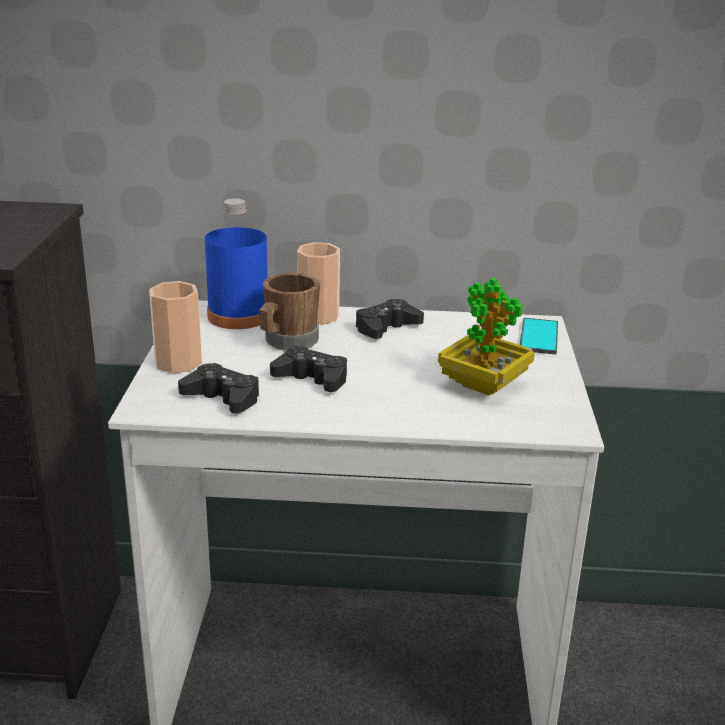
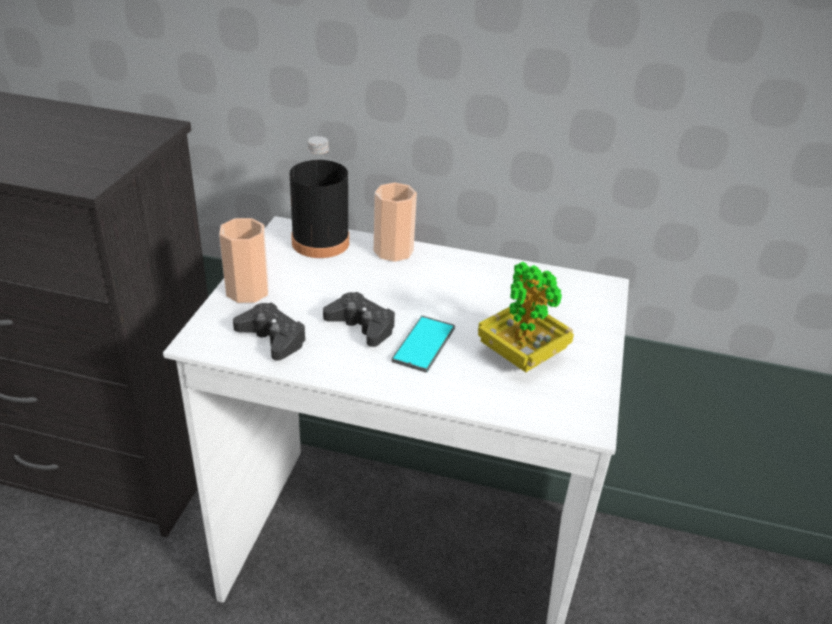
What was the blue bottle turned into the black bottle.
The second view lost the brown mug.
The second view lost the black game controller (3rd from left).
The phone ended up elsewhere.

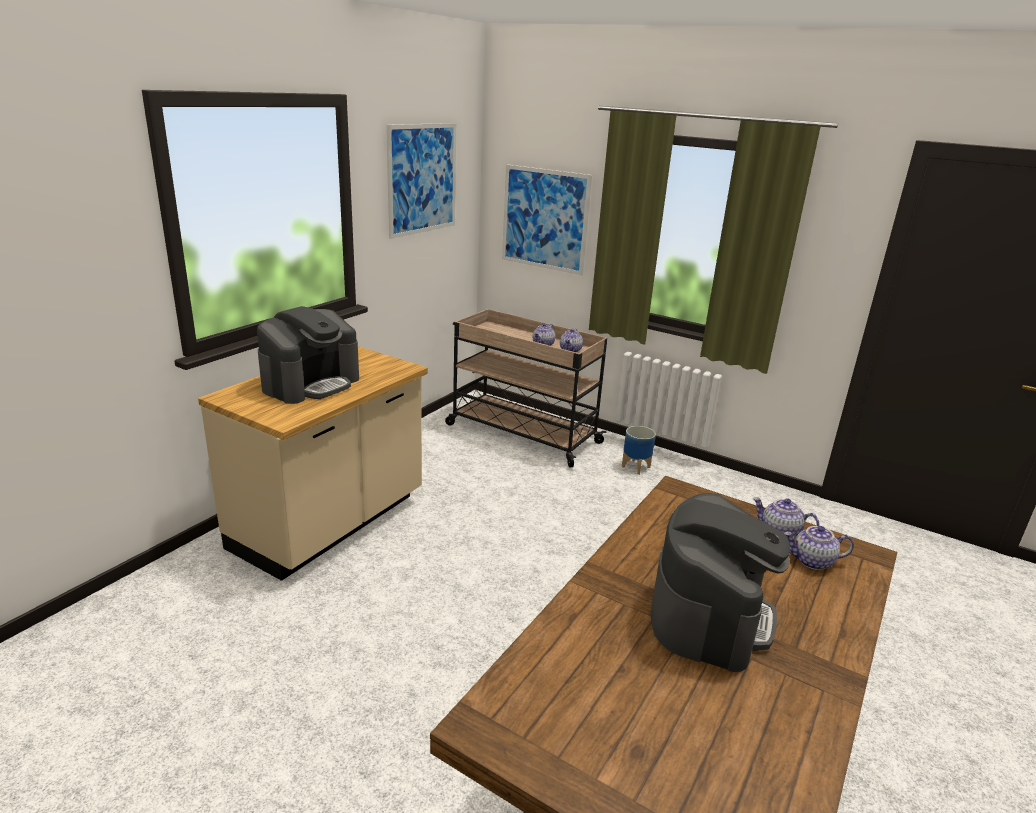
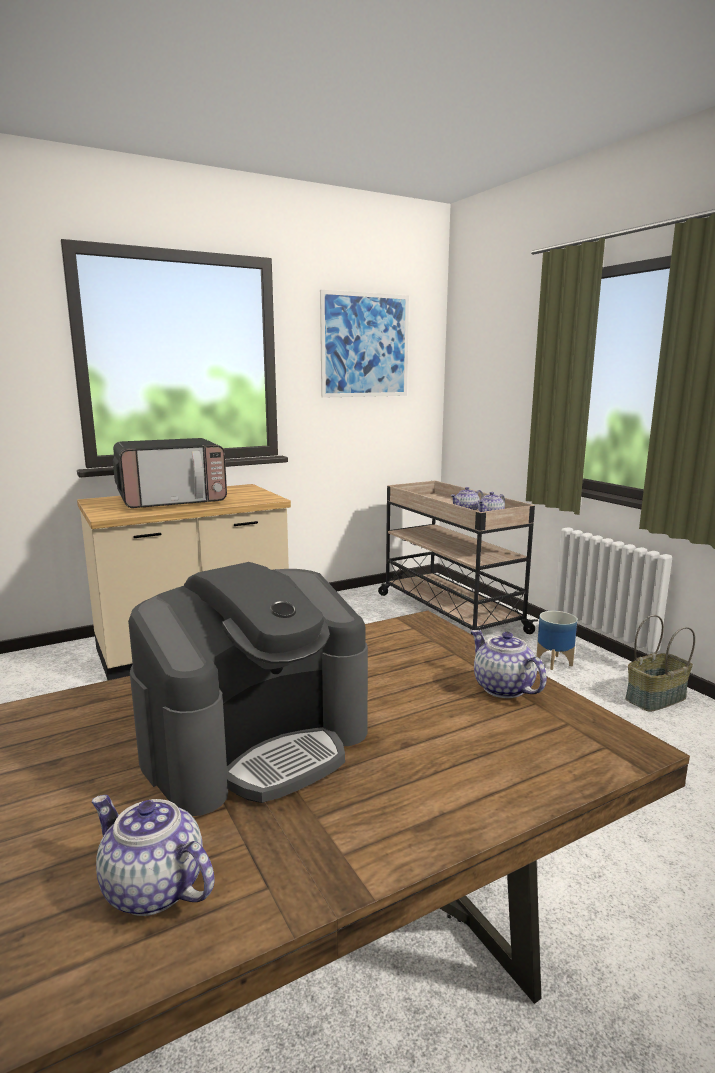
Where the coffee machine (1st from left) stood, the microwave came to stand.
The second view lost the picture (2nd from left).
The teapot (4th from left in the first image) ended up elsewhere.
The second view gained the basket.

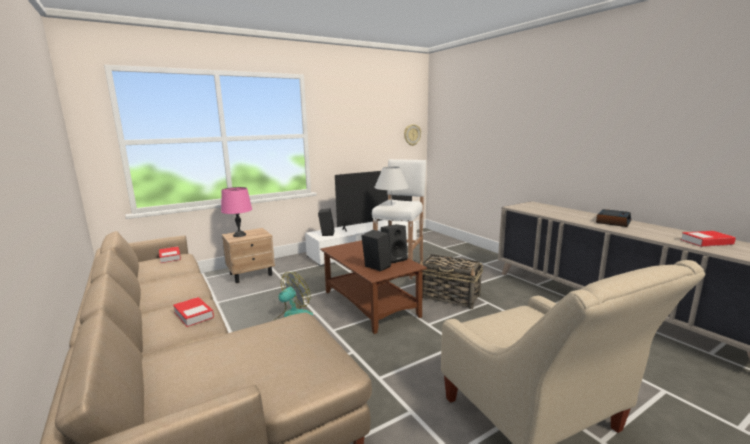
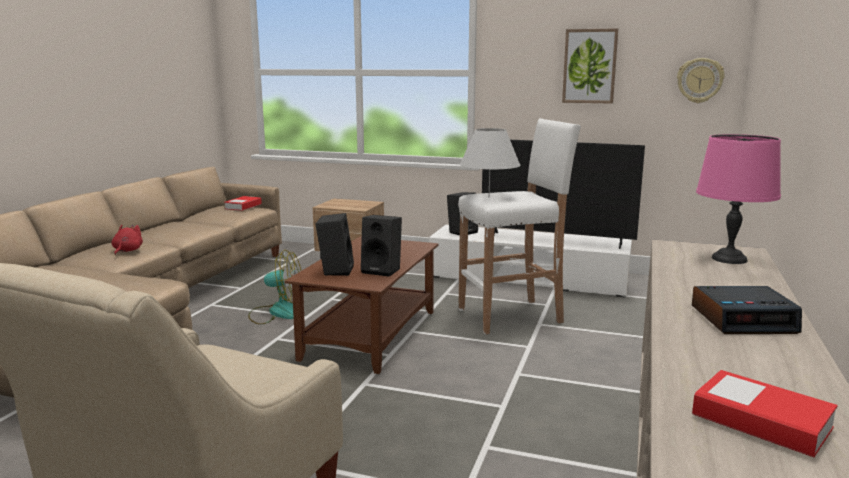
Where the book (2nd from left) stood, the red plush toy came to stand.
The pink table lamp ended up elsewhere.
The second view lost the basket.
The second view gained the picture.

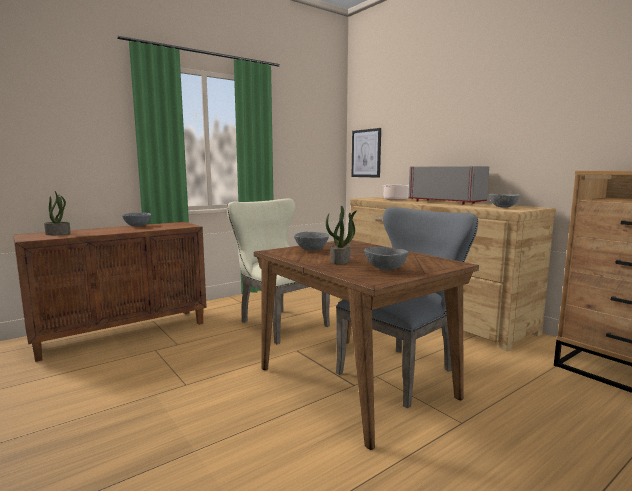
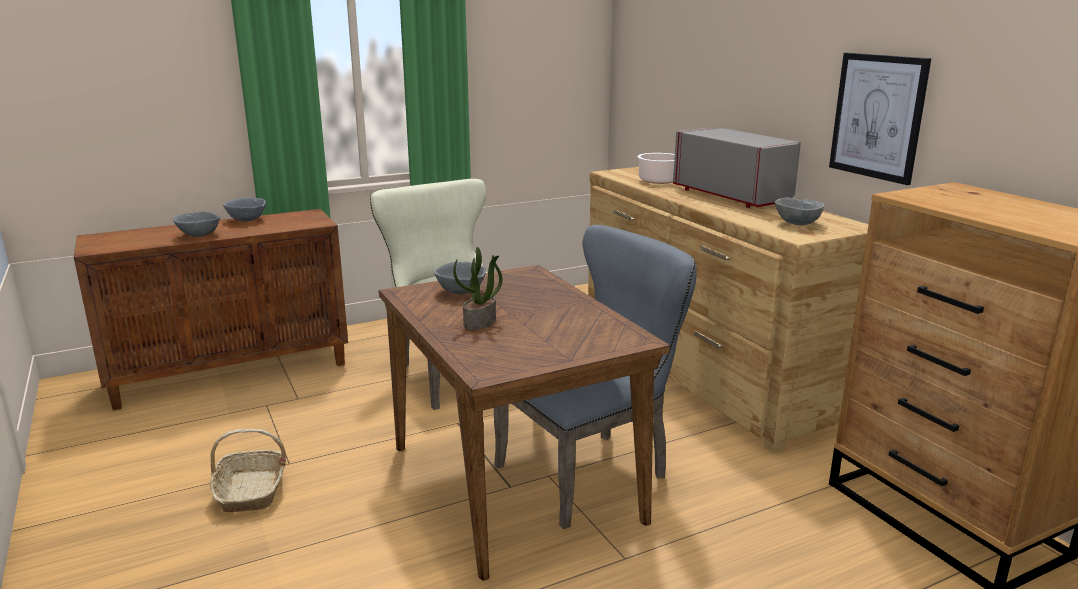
The second view lost the potted plant (1st from left).
The picture ended up elsewhere.
The grey bowl (3rd from left in the first image) ended up elsewhere.
The second view gained the basket.

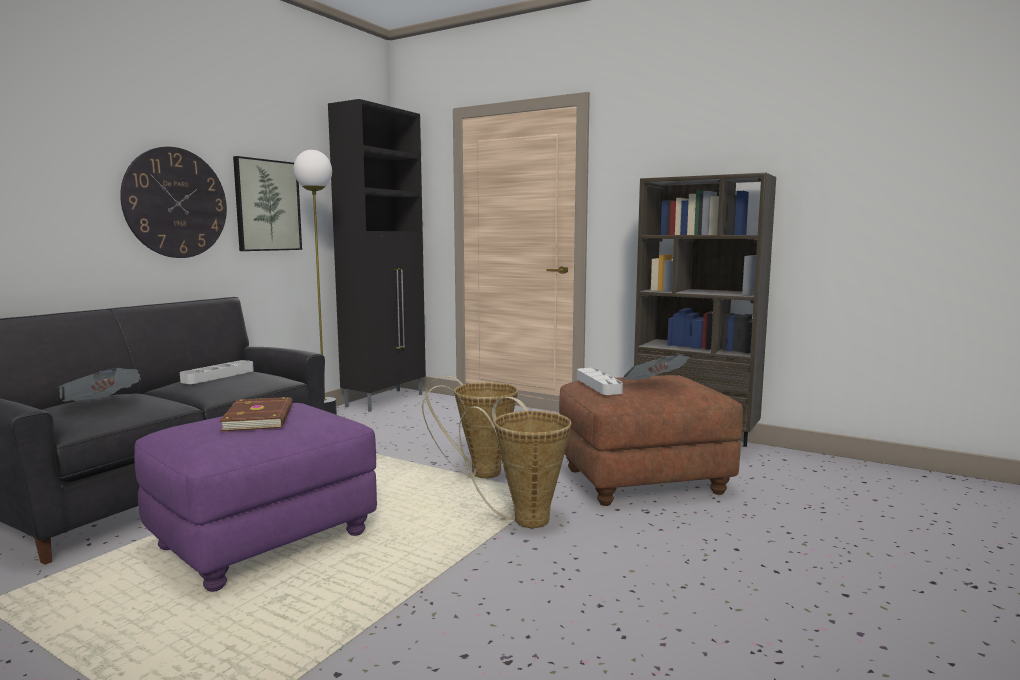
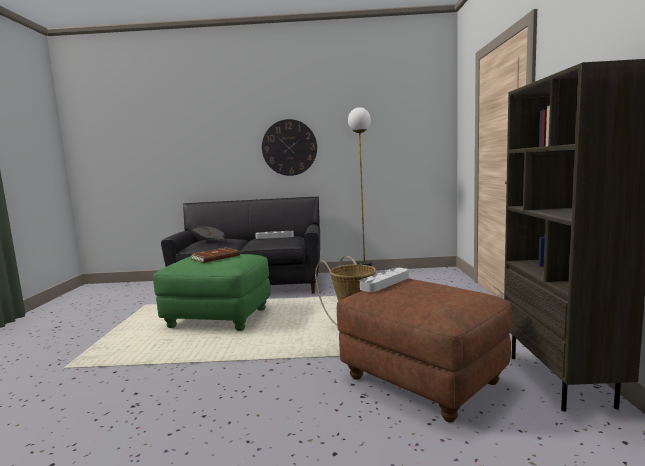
What was the purple ottoman turned into the green ottoman.
The second view lost the picture.
The second view lost the black cabinet.
The second view lost the basket (2nd from left).
The second view lost the newspaper (2nd from left).

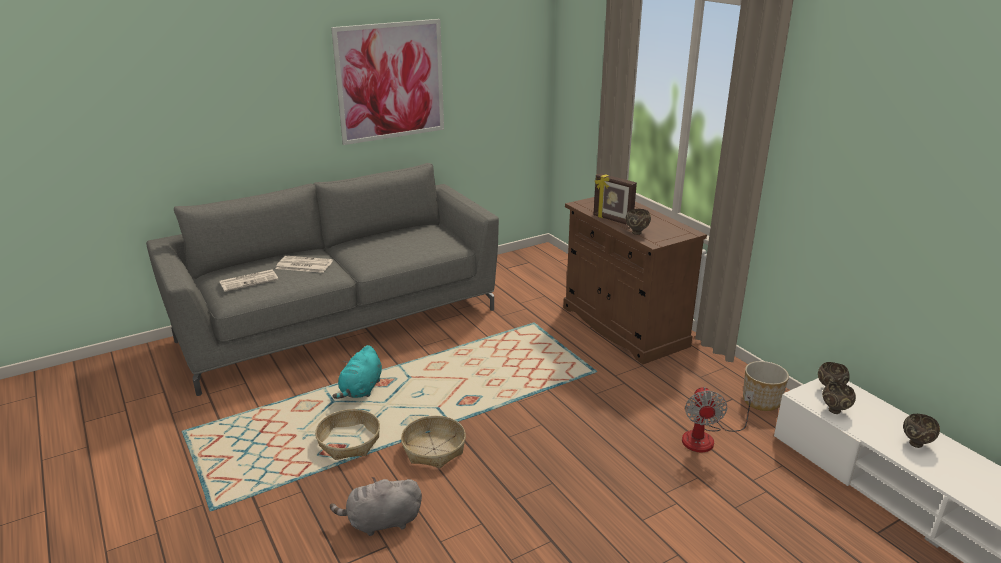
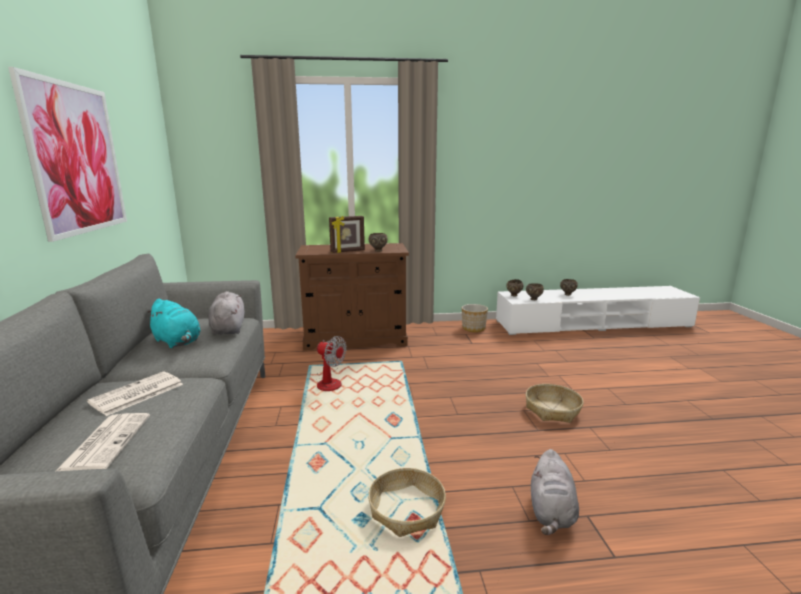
The turquoise plush toy ended up elsewhere.
The basket (2nd from left) ended up elsewhere.
The fan ended up elsewhere.
The second view gained the grey plush toy (1st from left).

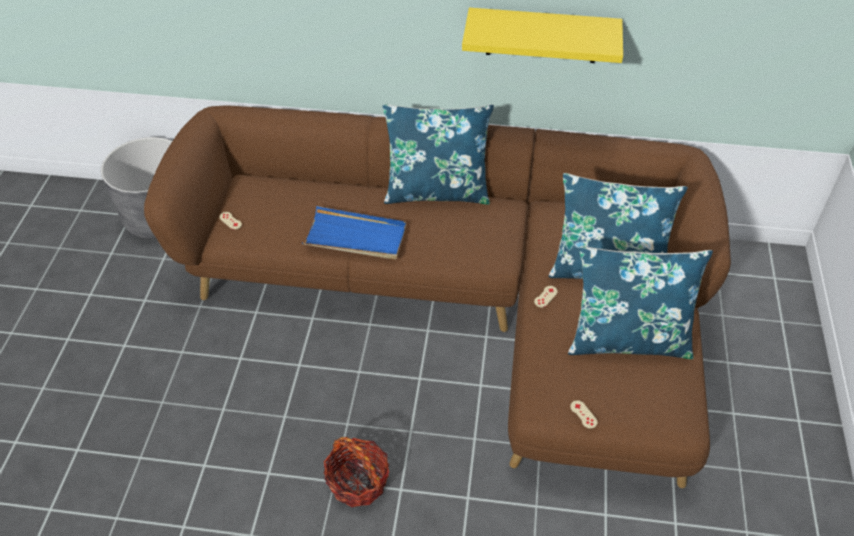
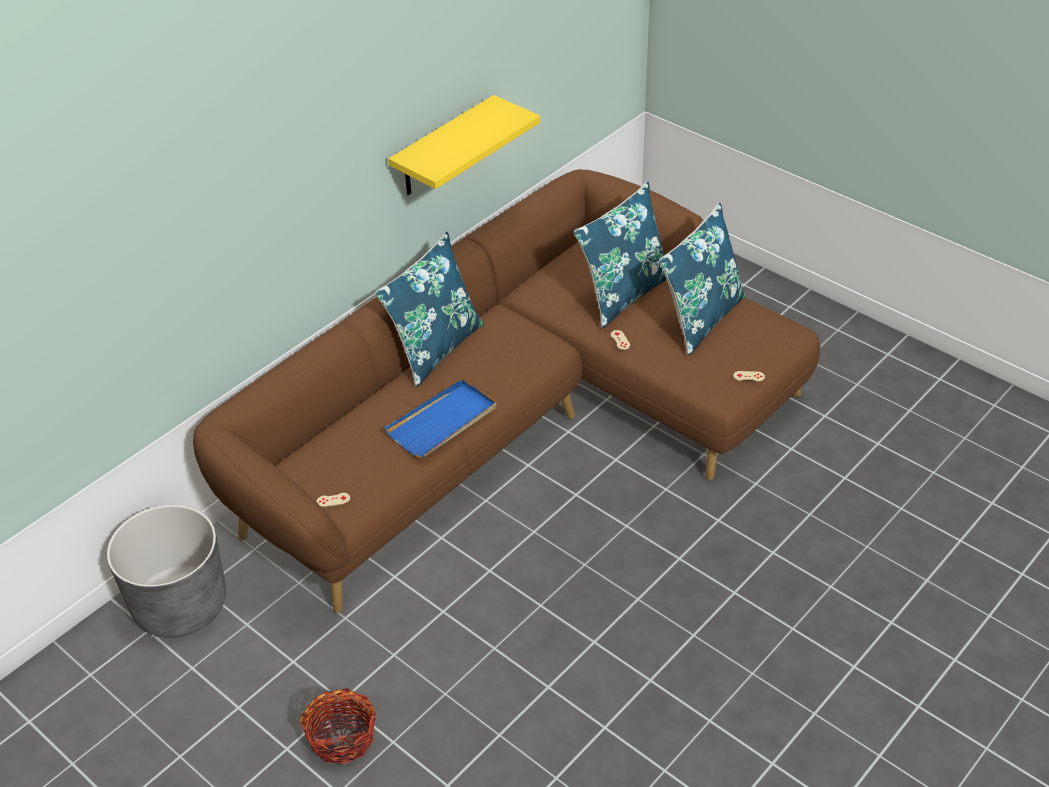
The basket ended up elsewhere.

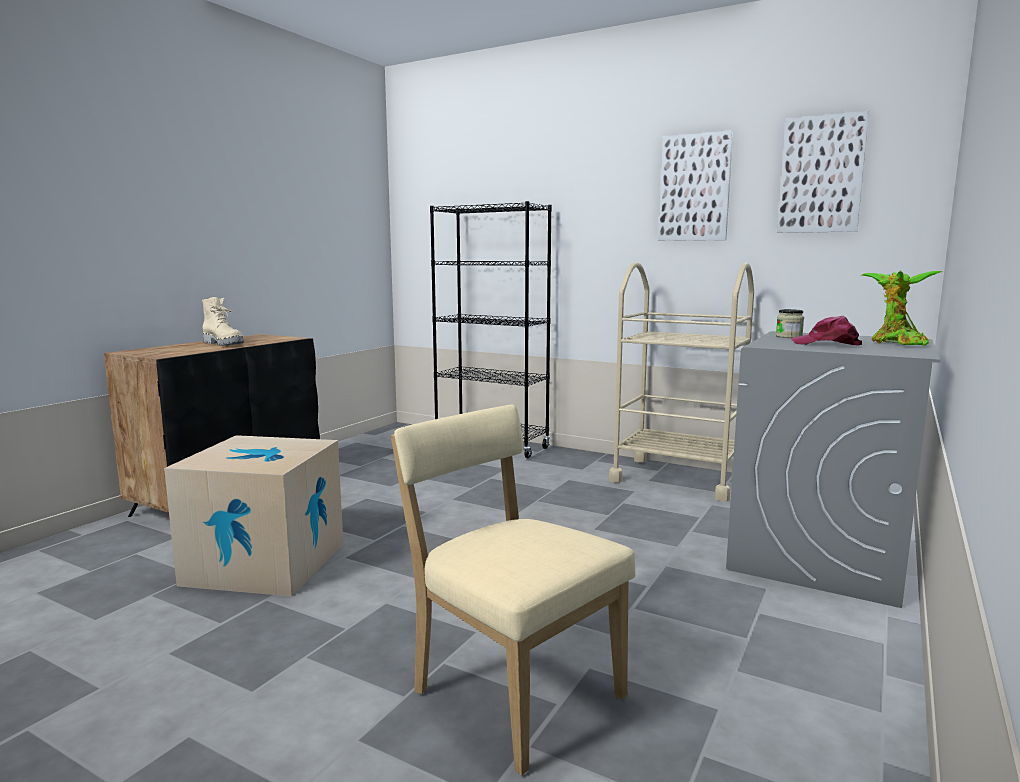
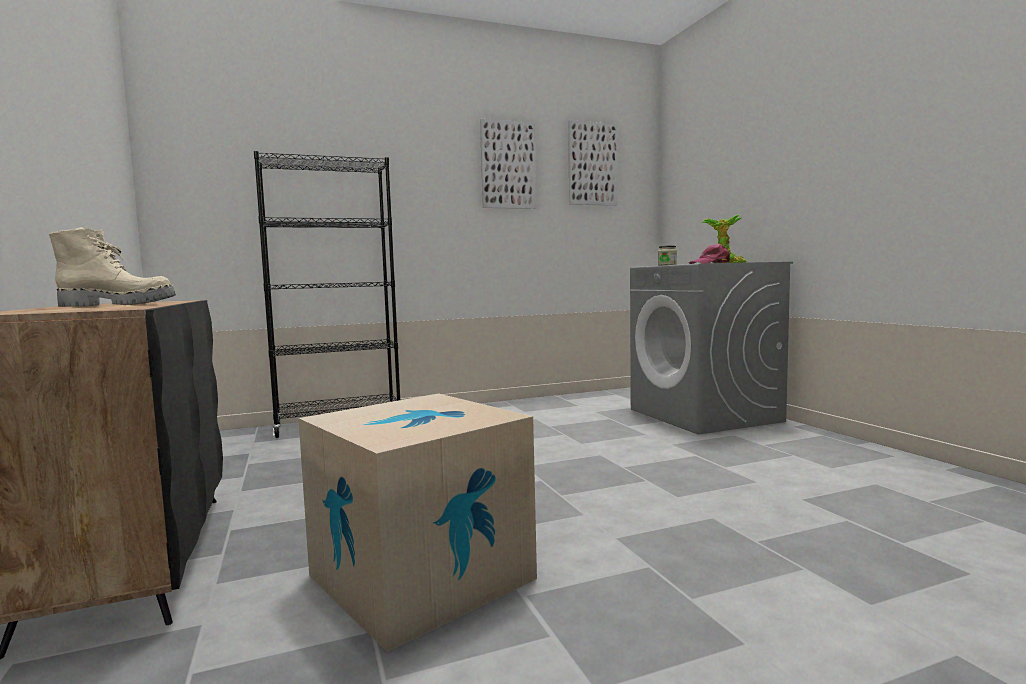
The second view lost the beige chair.
The second view lost the beige cart.

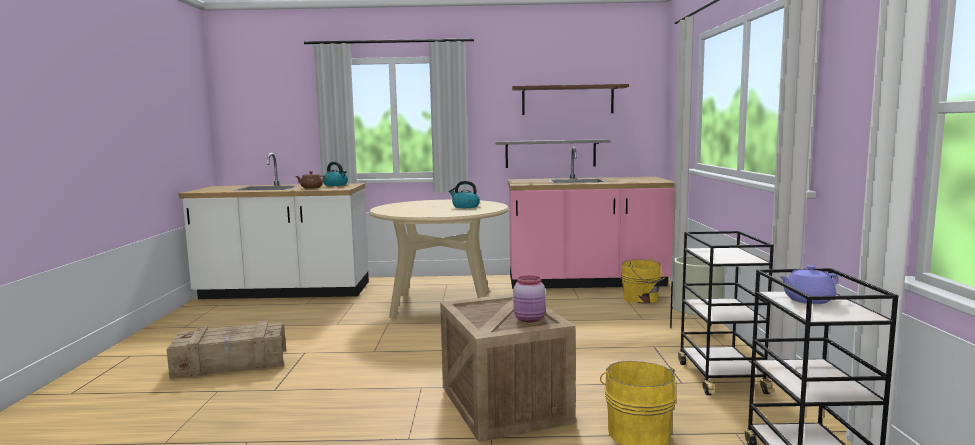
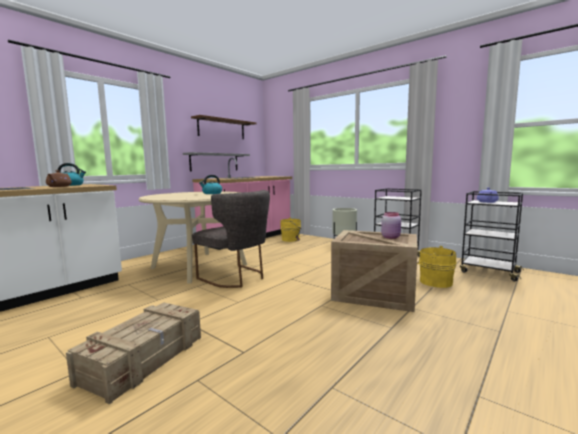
The second view gained the grey chair.

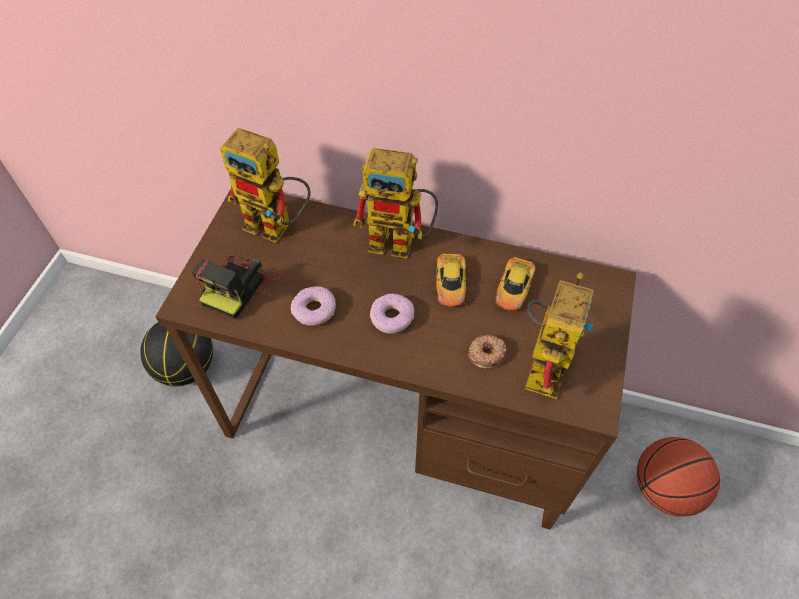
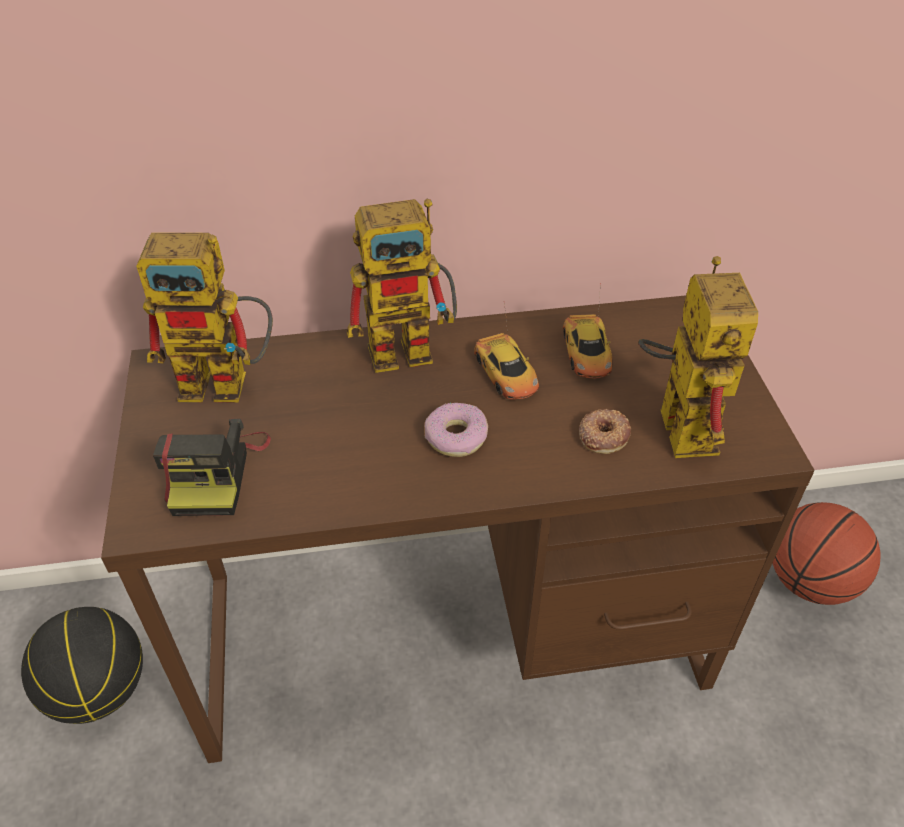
The second view lost the donut (1st from left).

